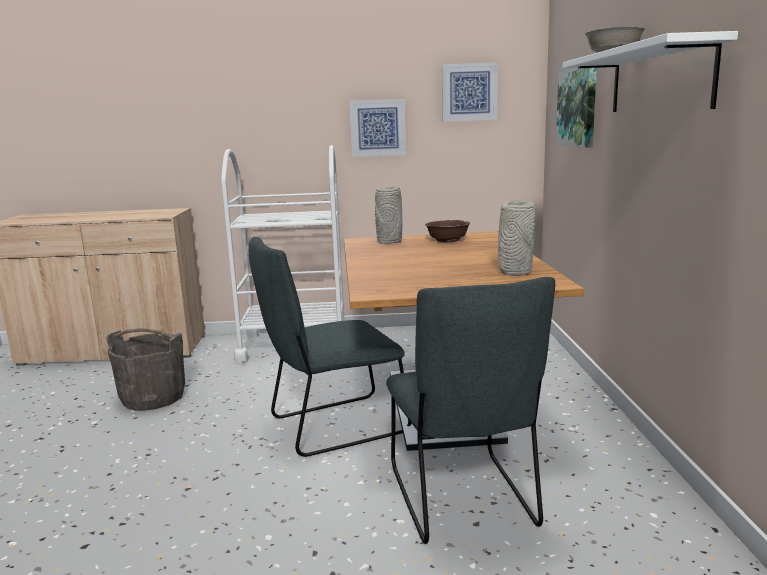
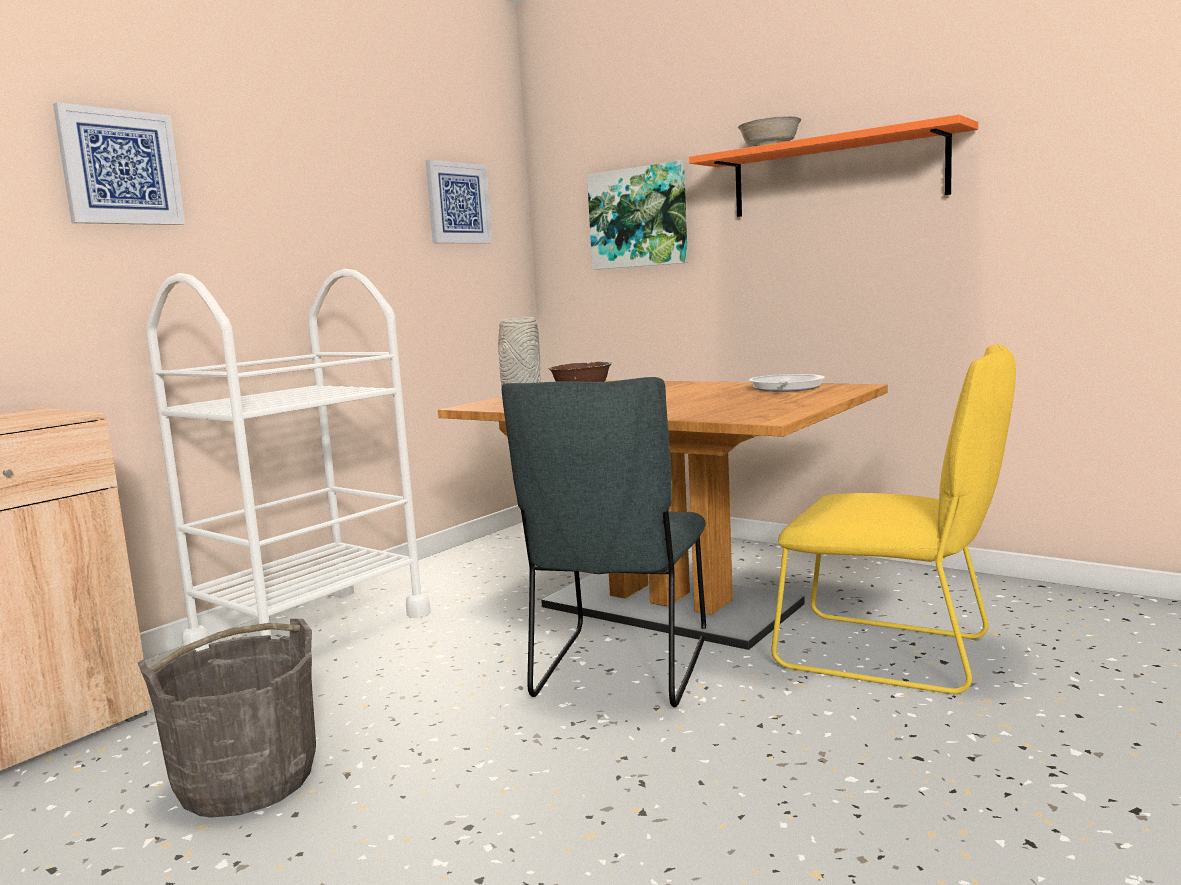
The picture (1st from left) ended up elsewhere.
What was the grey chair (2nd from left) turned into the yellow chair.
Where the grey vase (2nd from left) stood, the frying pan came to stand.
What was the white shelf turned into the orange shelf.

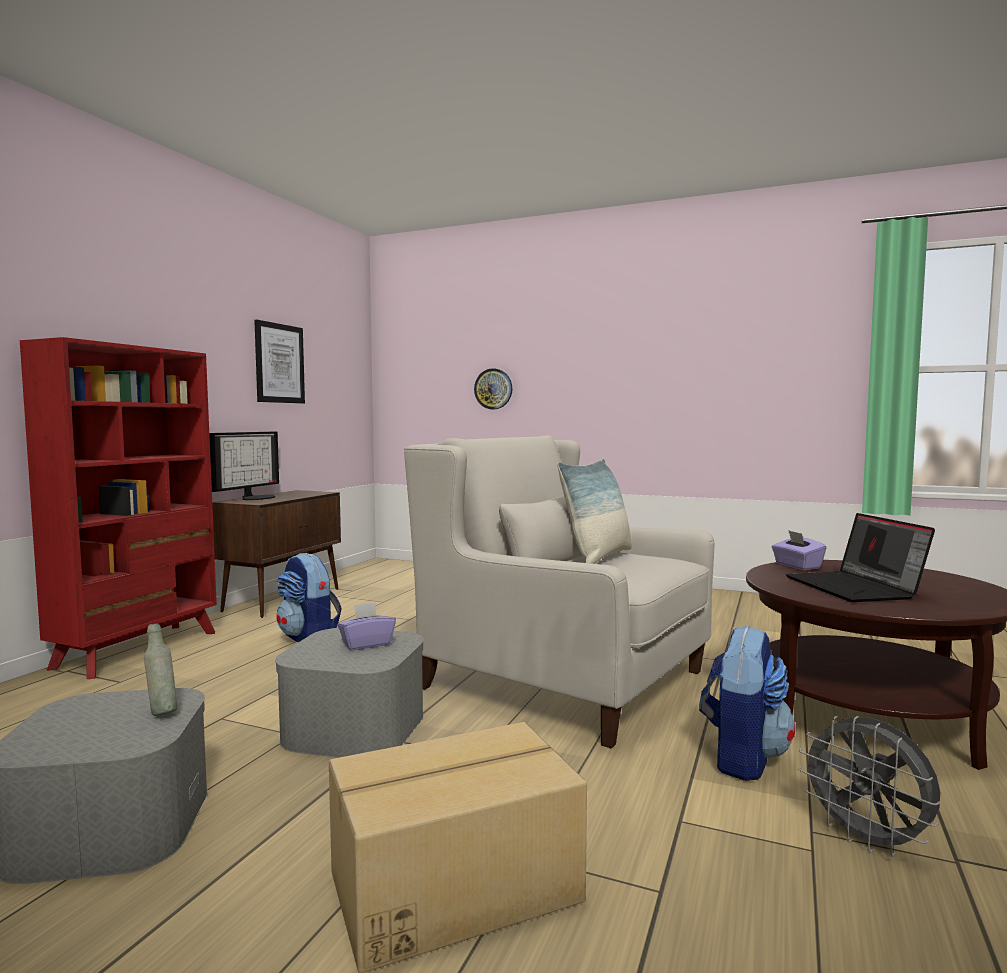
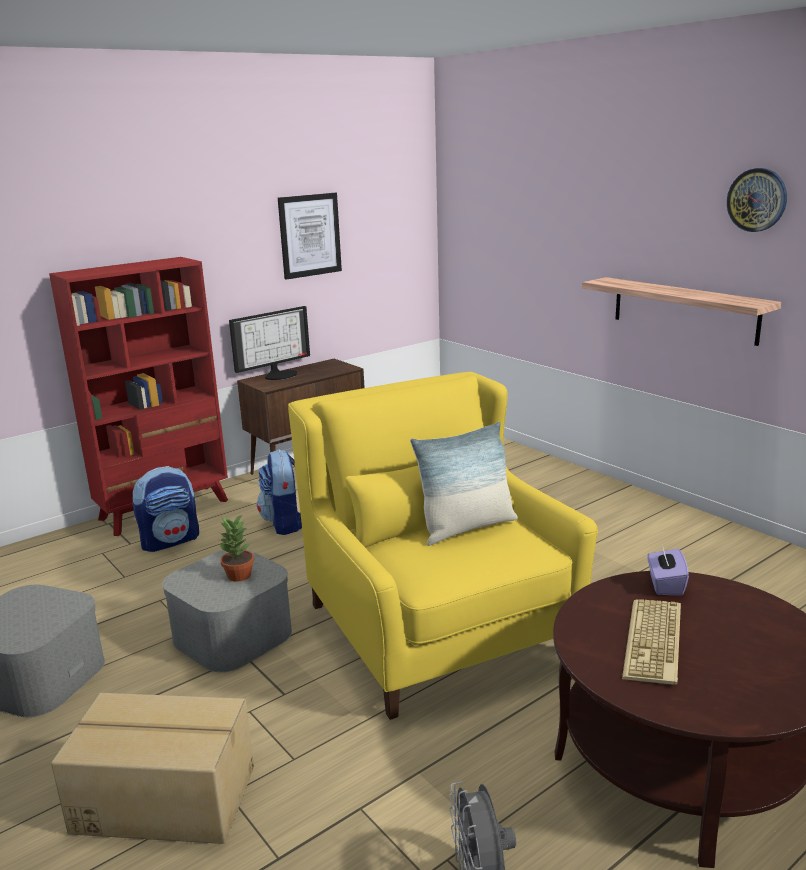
The second view lost the grey bottle.
Where the purple tissue box (1st from left) stood, the potted plant came to stand.
What was the white armchair turned into the yellow armchair.
The wall clock ended up elsewhere.
The backpack (2nd from left in the first image) ended up elsewhere.
Where the laptop stood, the keyboard came to stand.
The second view gained the shelf.

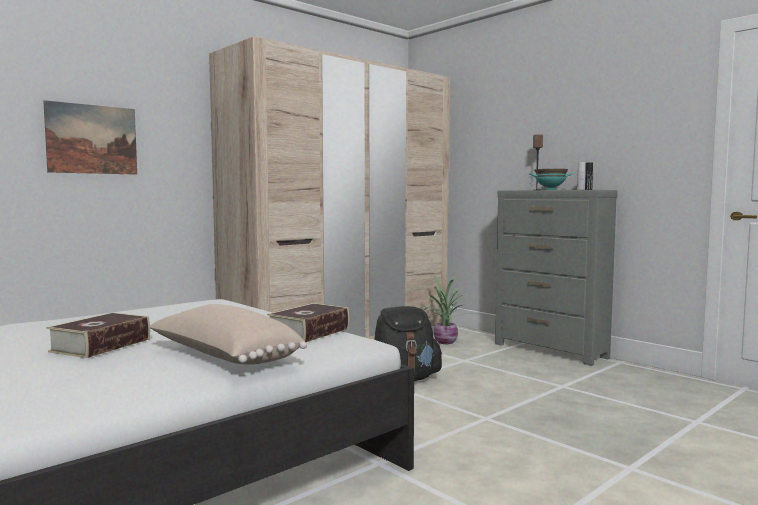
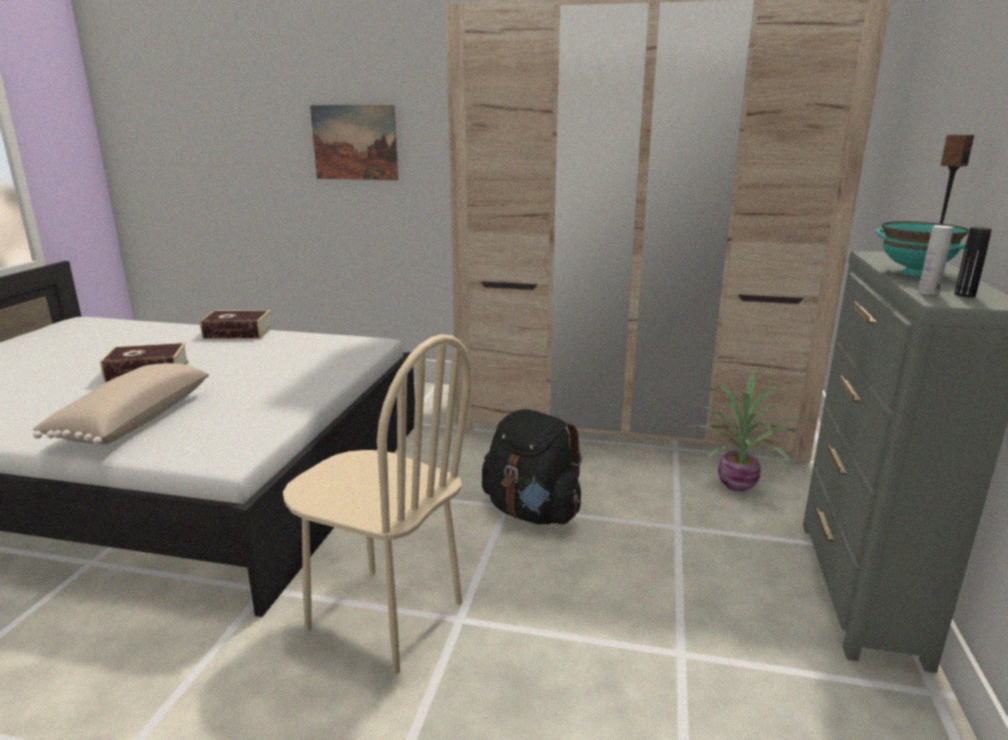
The book (2nd from left) ended up elsewhere.
The second view gained the beige chair.

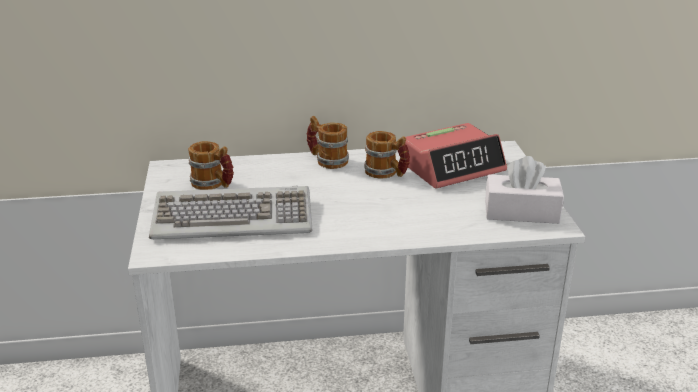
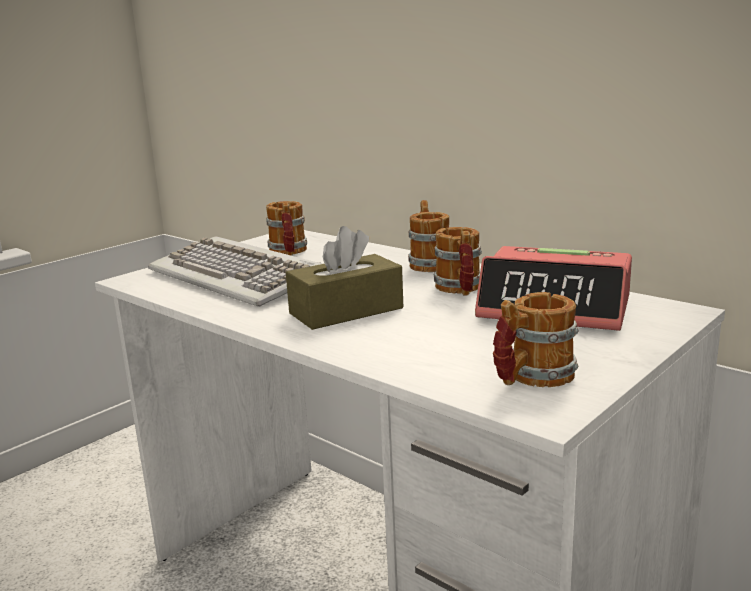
Where the white tissue box stood, the mug (4th from left) came to stand.
The second view gained the brown tissue box.

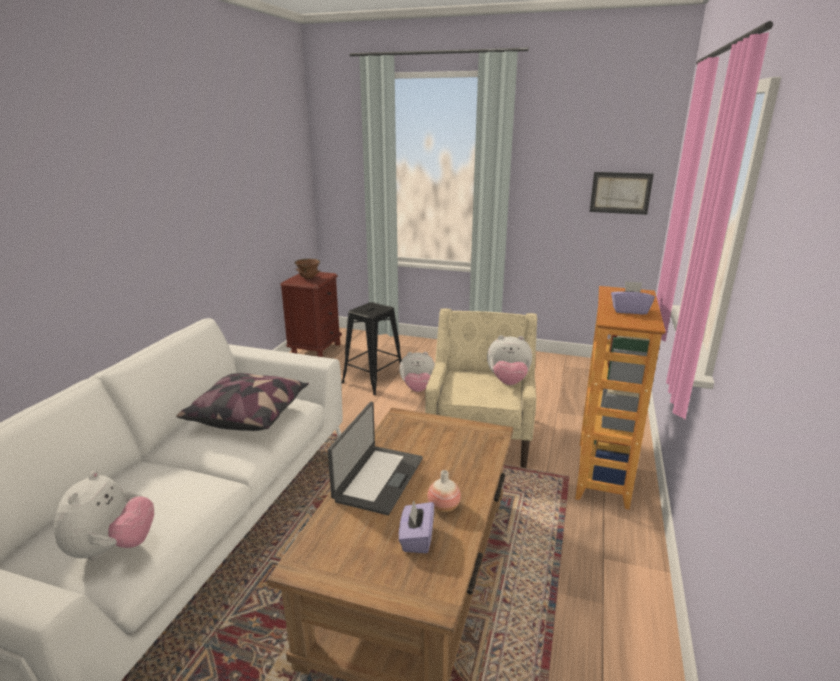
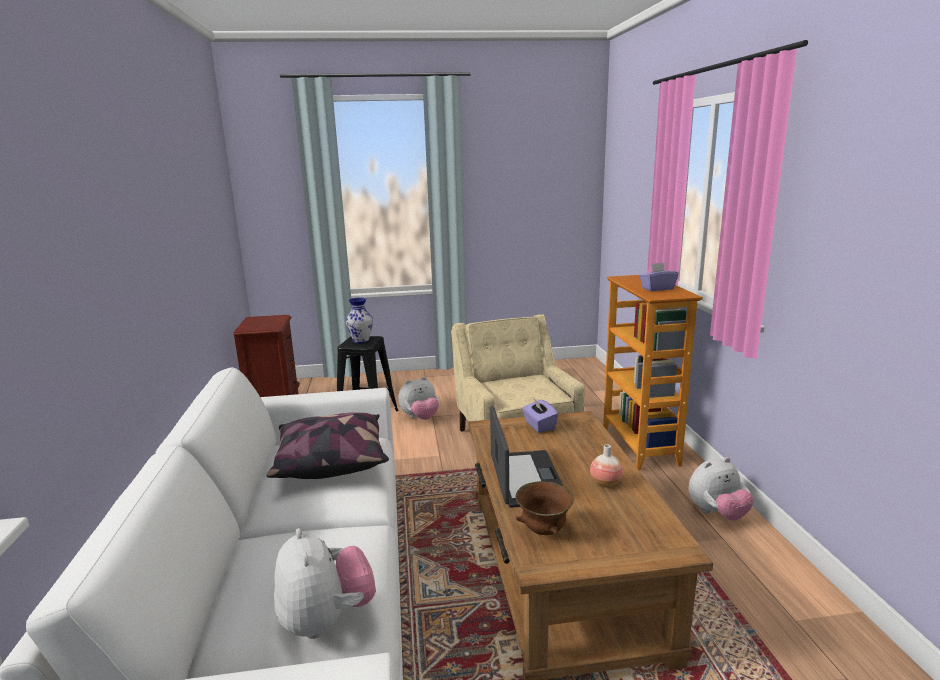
The brown bowl ended up elsewhere.
The purple tissue box (1st from left) ended up elsewhere.
The plush toy (3rd from left) ended up elsewhere.
The second view lost the picture.
The second view gained the vase (1st from left).

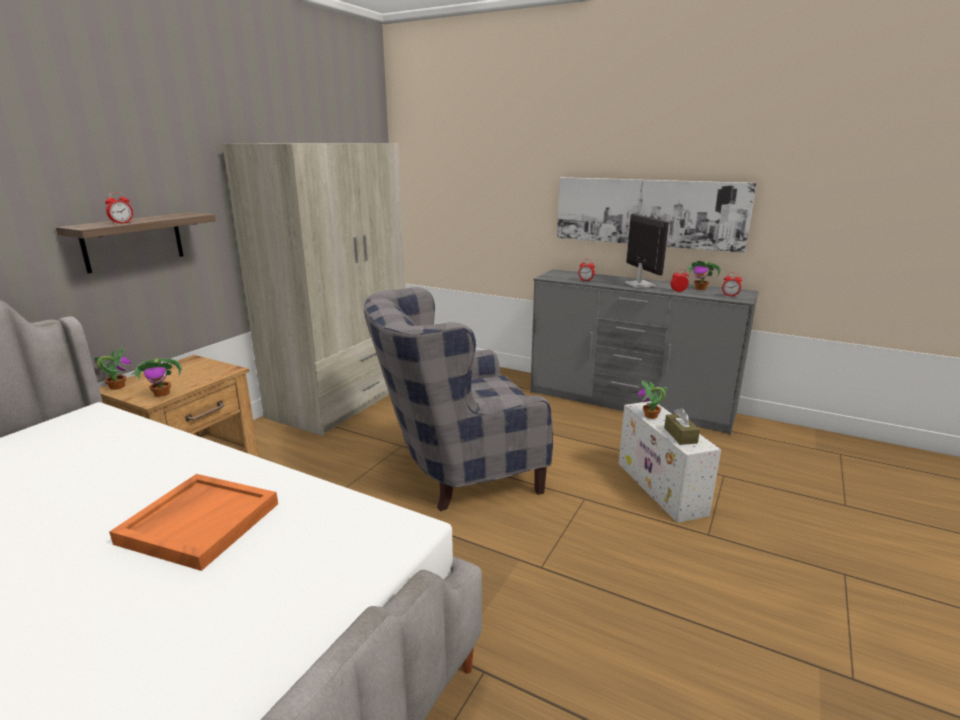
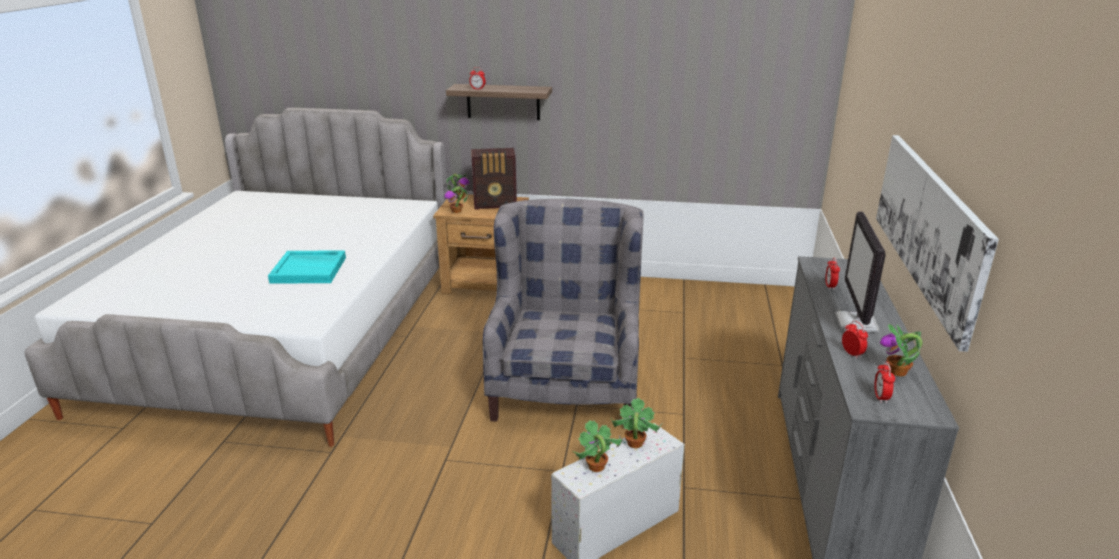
What was the orange tray turned into the turquoise tray.
The second view lost the beige wardrobe.
The grey armchair ended up facing another way, 45 degrees clockwise from before.
The monitor ended up facing another way, 135 degrees clockwise from before.
Where the brown tissue box stood, the potted plant (3rd from left) came to stand.
The second view gained the radio.

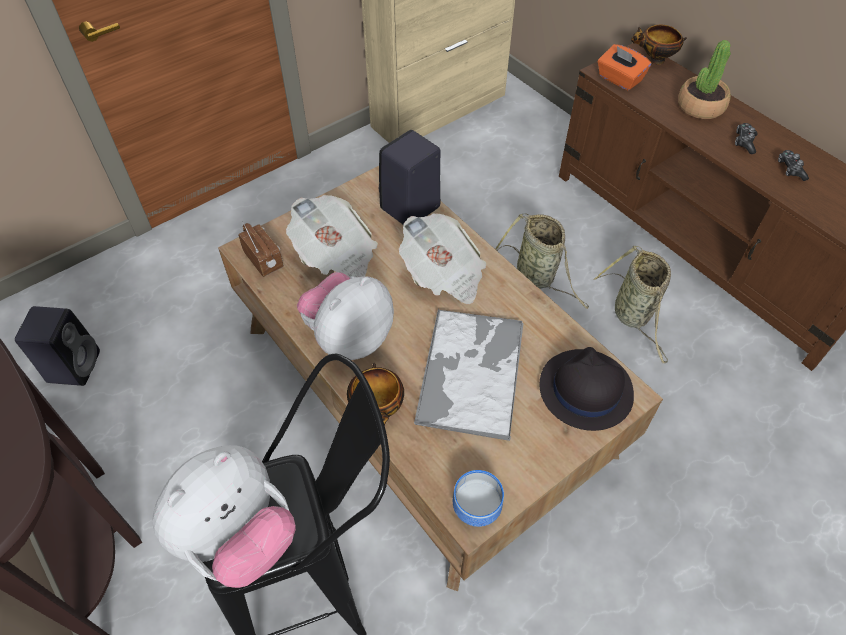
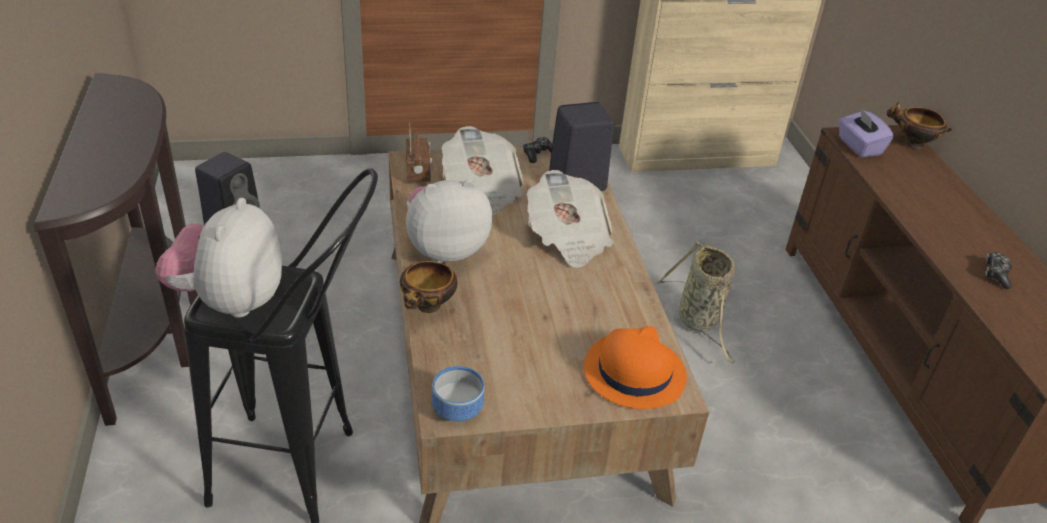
The plush toy (1st from left) ended up facing another way, 120 degrees clockwise from before.
The second view lost the tray.
What was the black hat turned into the orange hat.
The second view lost the basket (2nd from left).
What was the orange tissue box turned into the purple tissue box.
The second view lost the potted plant.
The game controller (1st from left) ended up elsewhere.

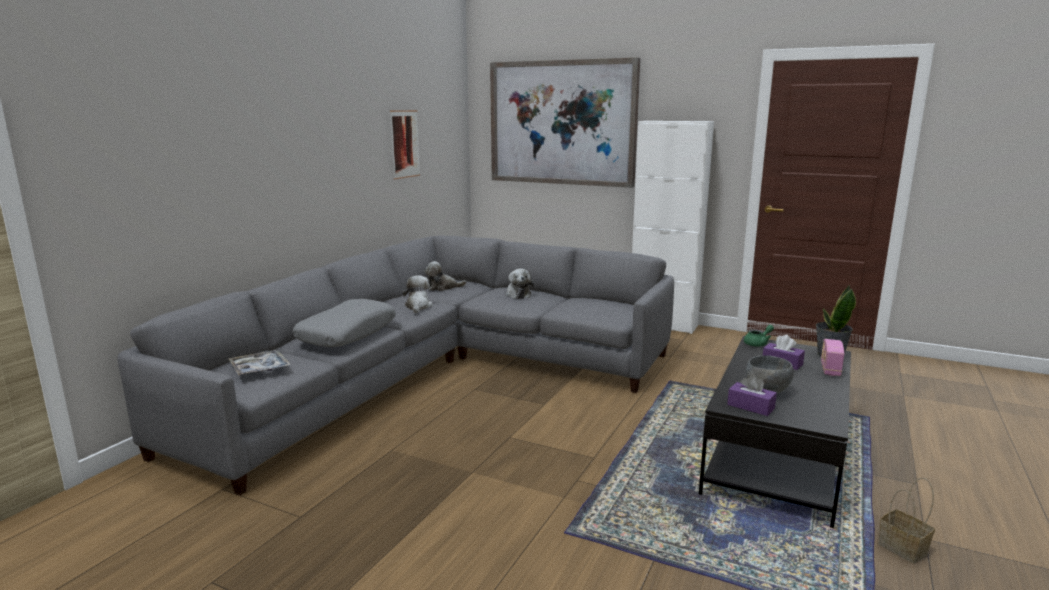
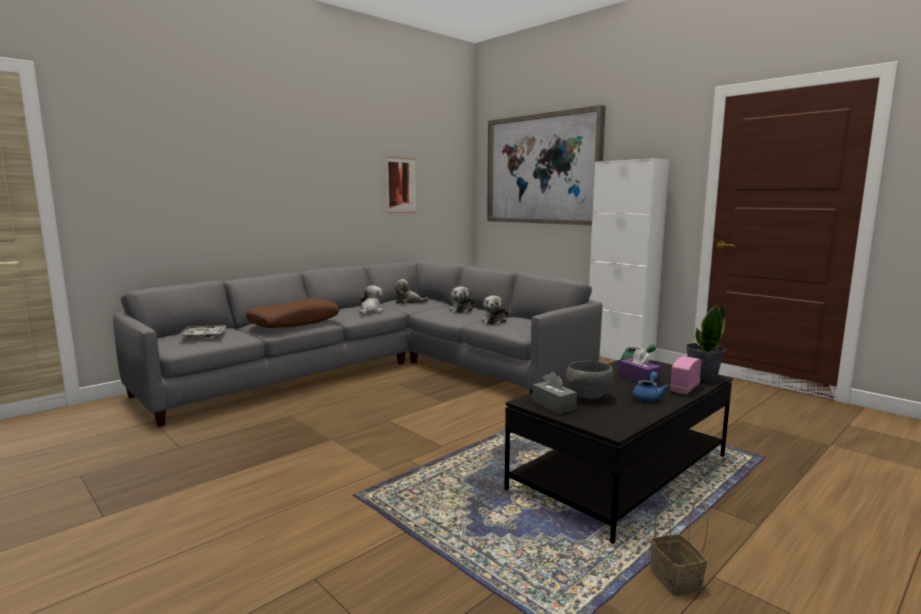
What was the grey pillow turned into the brown pillow.
What was the purple tissue box (1st from left) turned into the grey tissue box.
The second view gained the plush toy (4th from left).
The second view gained the blue teapot.

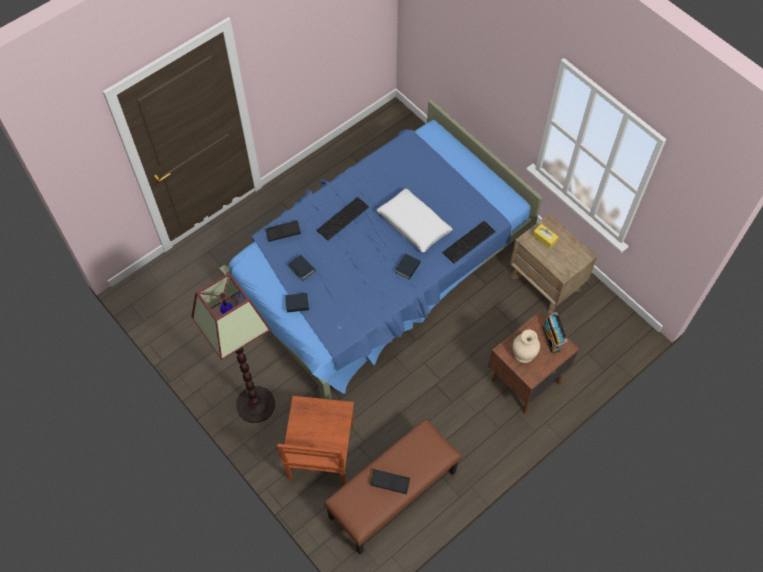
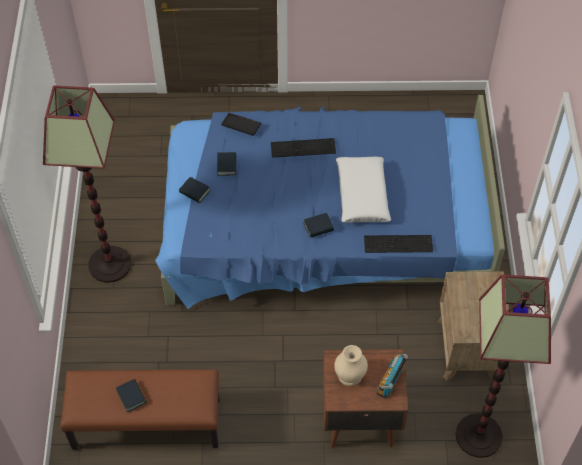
The second view lost the brown chair.
Where the black tray (2nd from left) stood, the book (1st from left) came to stand.
The second view lost the yellow tissue box.
The second view gained the floor lamp (2nd from left).

